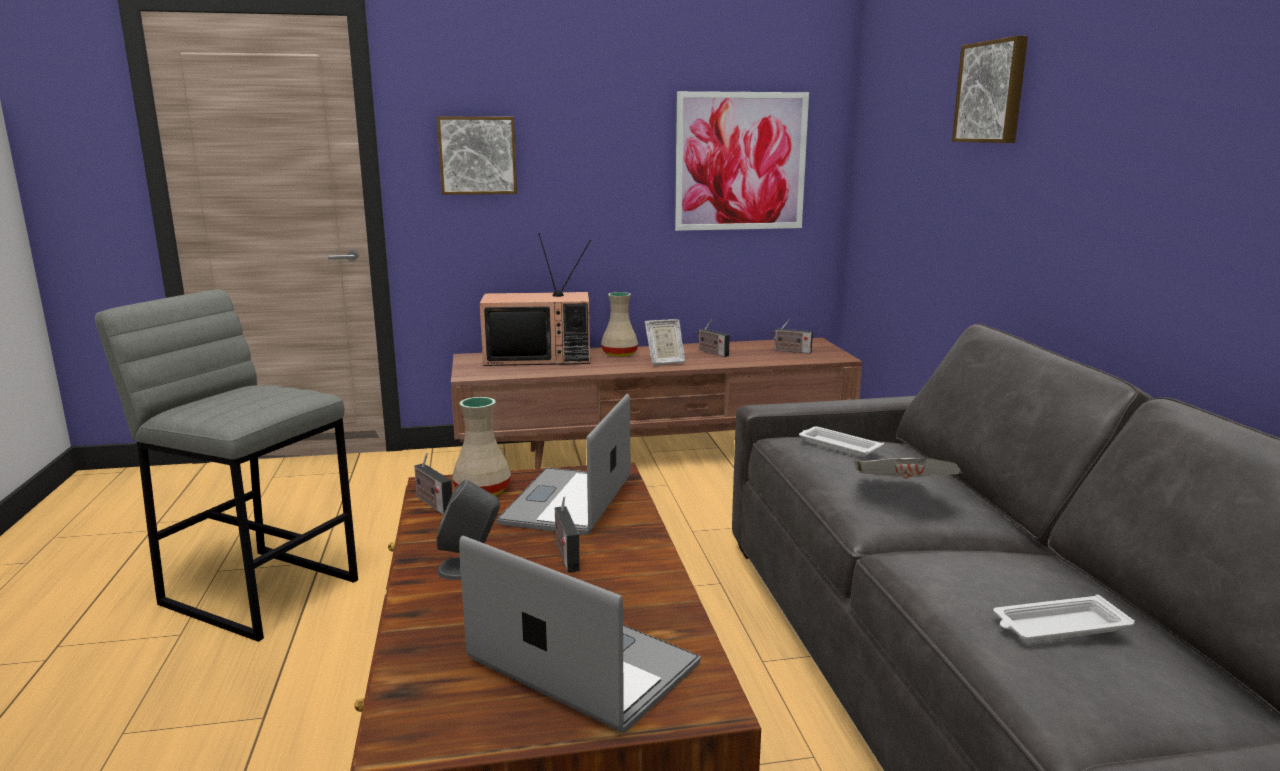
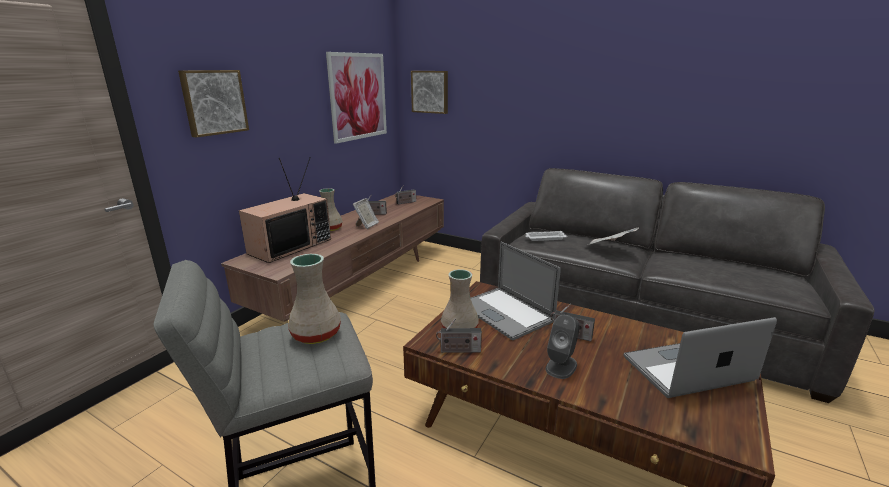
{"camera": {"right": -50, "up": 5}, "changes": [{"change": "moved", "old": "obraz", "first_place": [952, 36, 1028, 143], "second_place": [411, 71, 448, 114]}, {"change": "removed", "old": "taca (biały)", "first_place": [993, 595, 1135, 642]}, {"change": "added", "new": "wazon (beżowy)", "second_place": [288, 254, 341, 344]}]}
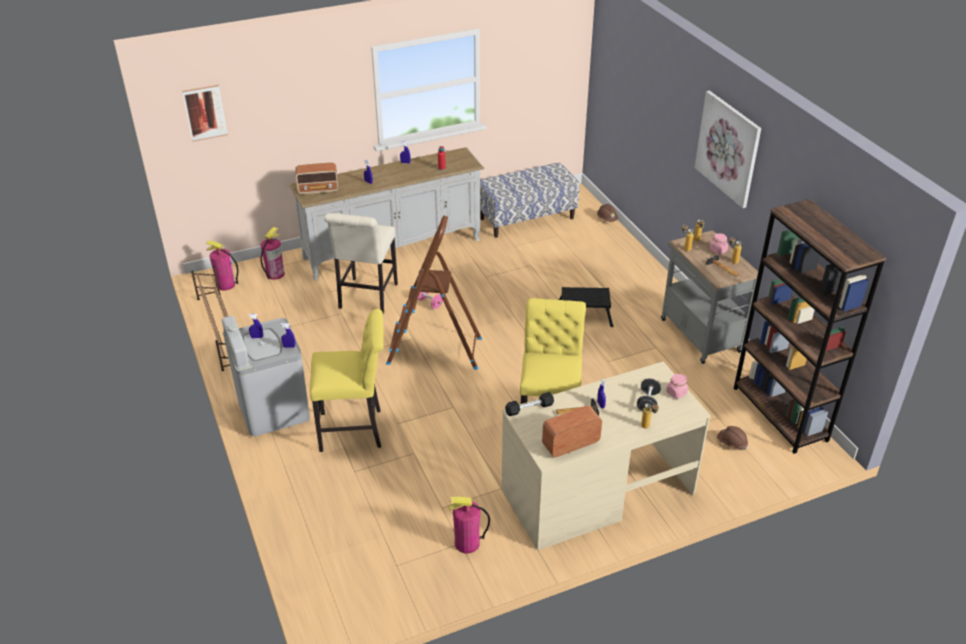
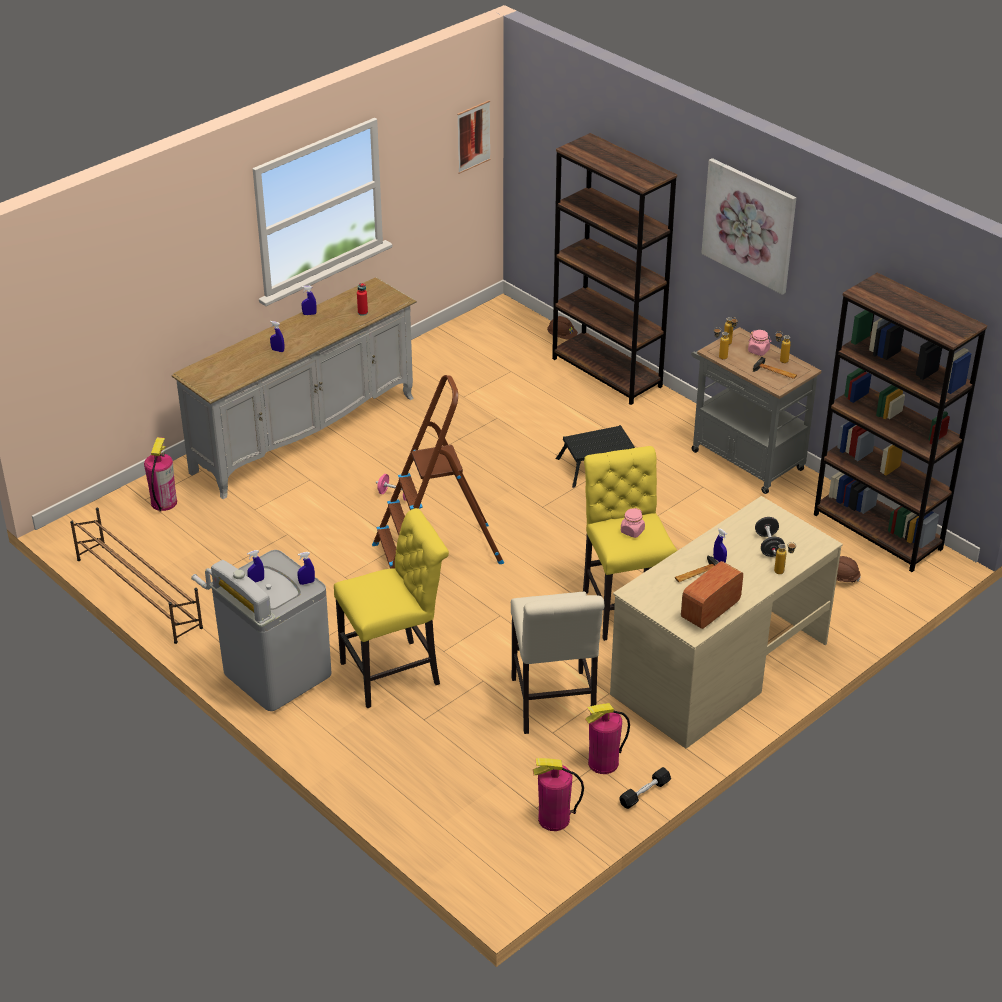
{"camera": {"right": -20, "up": 0}, "changes": [{"change": "moved", "old": "obraz", "first_place": [182, 85, 228, 142], "second_place": [457, 100, 490, 174]}, {"change": "moved", "old": "gaśnica", "first_place": [206, 240, 238, 290], "second_place": [533, 758, 584, 831]}, {"change": "removed", "old": "radio", "first_place": [295, 163, 338, 195]}, {"change": "moved", "old": "stołek (beżowy)", "first_place": [324, 213, 398, 314], "second_place": [511, 592, 604, 734]}, {"change": "removed", "old": "ławka", "first_place": [480, 163, 579, 238]}, {"change": "moved", "old": "hantel (czarny)", "first_place": [505, 392, 554, 416], "second_place": [619, 767, 671, 809]}, {"change": "moved", "old": "słoik (różowy)", "first_place": [666, 374, 688, 399], "second_place": [621, 508, 645, 538]}, {"change": "added", "new": "regał (brązowy)", "second_place": [552, 133, 677, 405]}]}
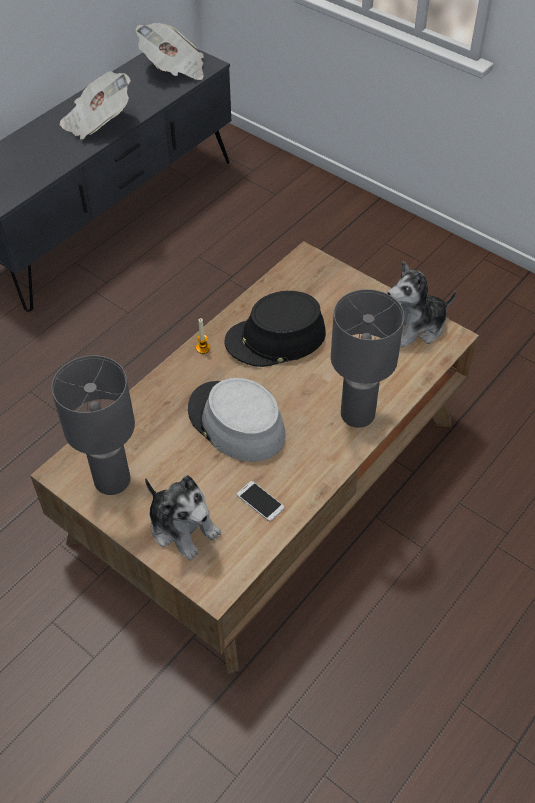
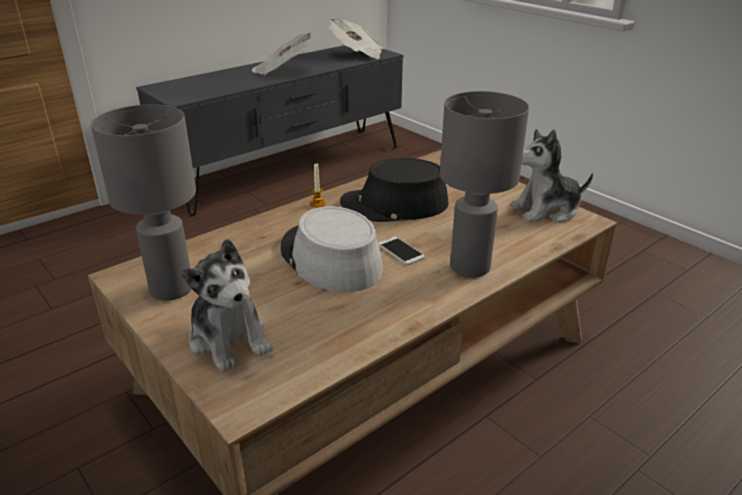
{"camera": {"right": 10, "up": -20}, "changes": [{"change": "moved", "old": "telefon", "first_place": [237, 481, 285, 522], "second_place": [378, 237, 425, 265]}]}
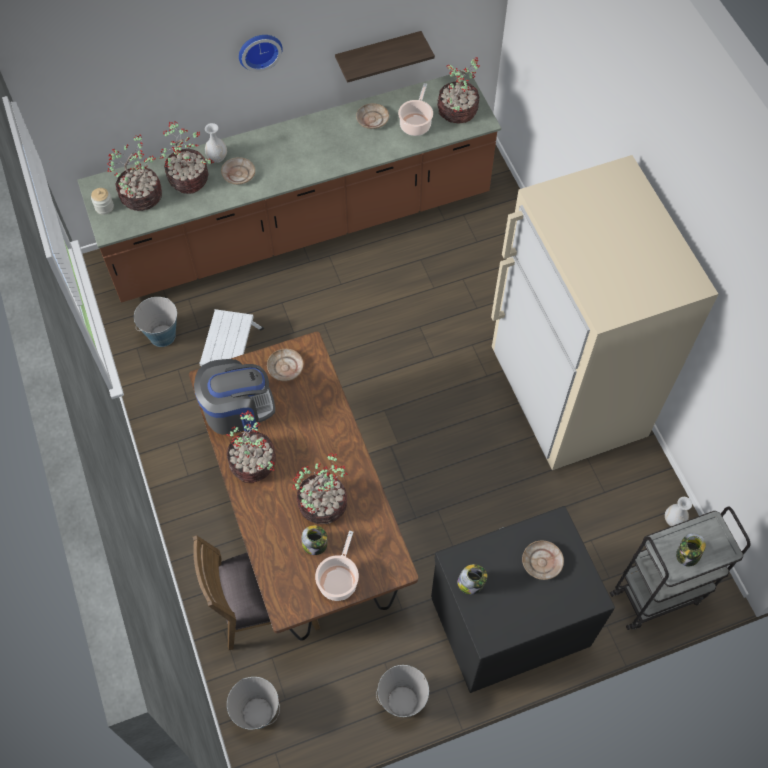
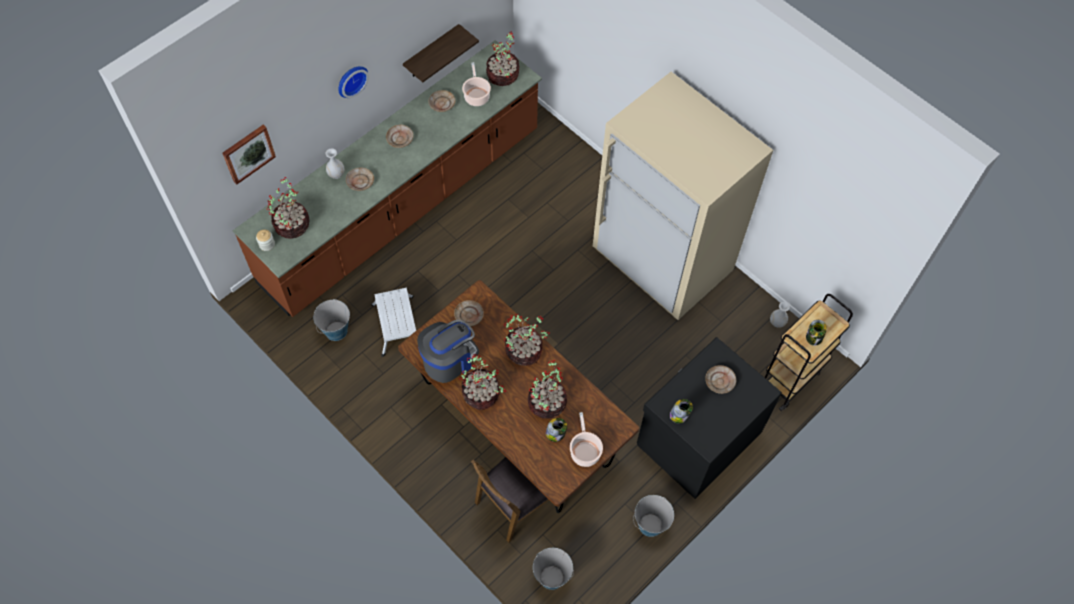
{"camera": {"right": -25, "up": 0}, "changes": [{"change": "moved", "old": "roślina doniczkowa", "first_place": [160, 121, 214, 194], "second_place": [504, 314, 550, 366]}, {"change": "recoloured", "old": "wózek (szary)", "new": "wózek (brązowy)", "first_place": [610, 506, 750, 630], "second_place": [764, 294, 853, 411]}, {"change": "added", "new": "obraz", "second_place": [223, 125, 276, 185]}, {"change": "added", "new": "talerz (beżowy)", "second_place": [386, 125, 413, 148]}]}
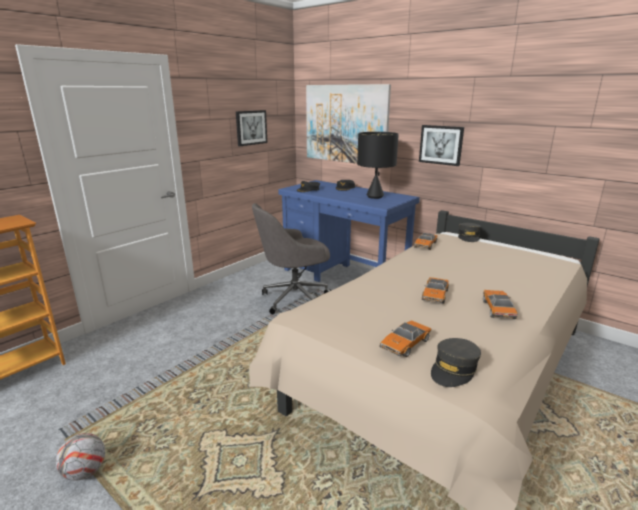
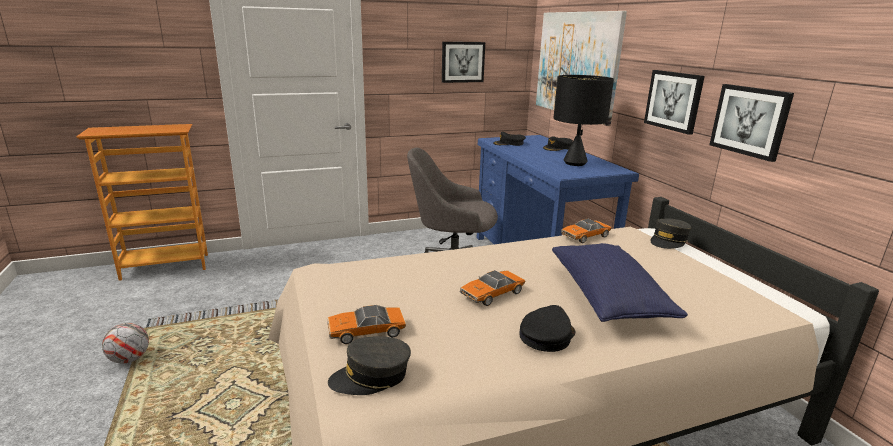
{"camera": {"right": 30, "up": 0}, "changes": [{"change": "replaced", "old": "samochodzik", "new": "czapka z daszkiem (czarny)", "first_place": [483, 290, 518, 319], "second_place": [519, 305, 575, 352]}, {"change": "added", "new": "poduszka (niebieski)", "second_place": [552, 243, 688, 322]}, {"change": "added", "new": "obraz", "second_place": [709, 84, 794, 162]}]}
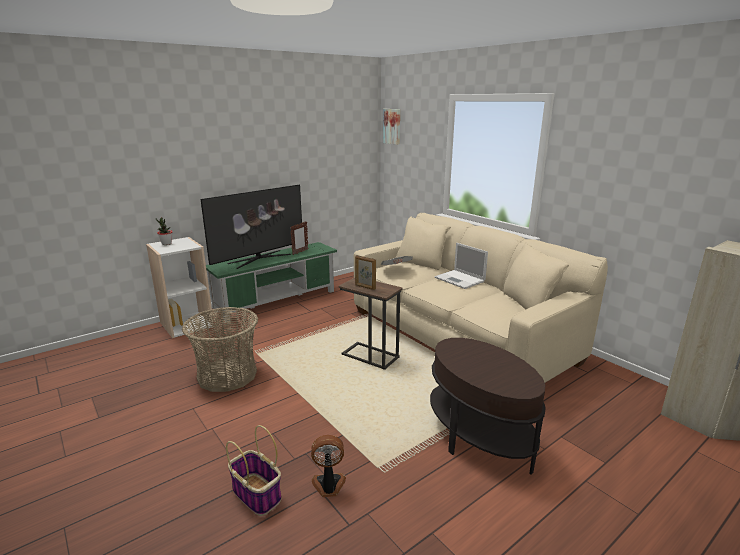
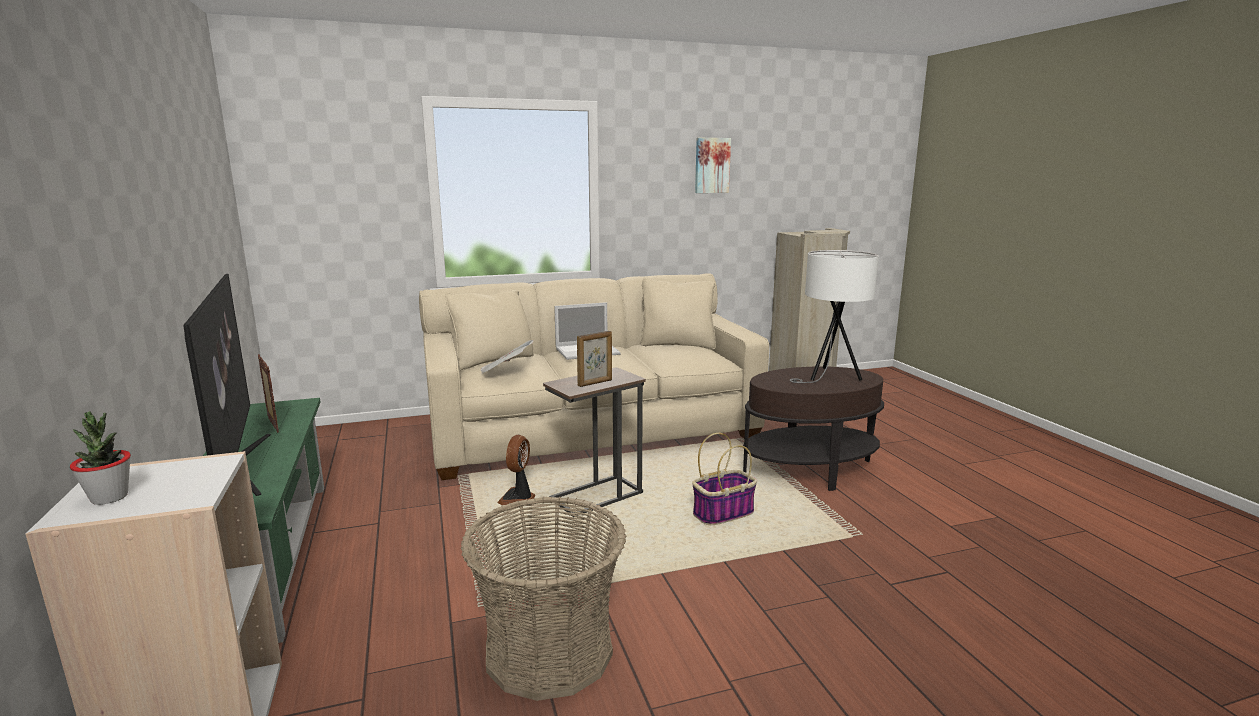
{"camera": {"right": -70, "up": -5}, "changes": [{"change": "moved", "old": "koszyk", "first_place": [226, 425, 282, 516], "second_place": [692, 433, 757, 525]}, {"change": "moved", "old": "wentylator", "first_place": [311, 435, 346, 497], "second_place": [497, 435, 535, 505]}, {"change": "moved", "old": "obraz", "first_place": [383, 109, 400, 145], "second_place": [695, 138, 731, 193]}, {"change": "added", "new": "lampa stołowa (biały)", "second_place": [790, 250, 879, 383]}]}
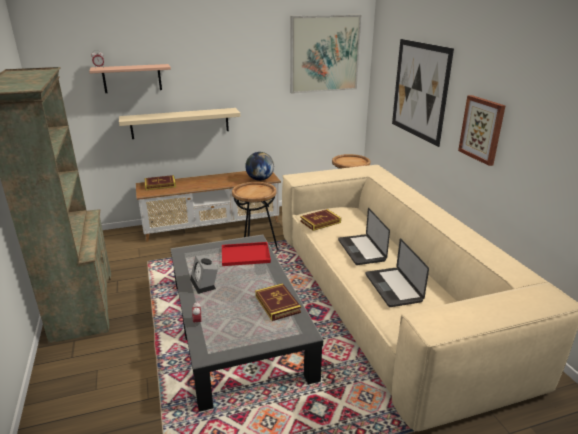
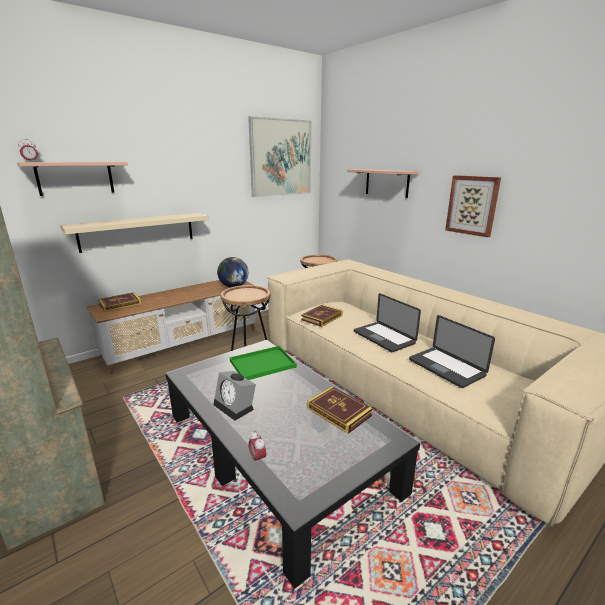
{"camera": {"right": -20, "up": -5}, "changes": [{"change": "recoloured", "old": "taca (czerwony)", "new": "taca (zielony)", "first_place": [222, 242, 271, 266], "second_place": [230, 346, 297, 380]}, {"change": "replaced", "old": "obraz", "new": "półka", "first_place": [392, 39, 454, 147], "second_place": [347, 169, 419, 198]}]}
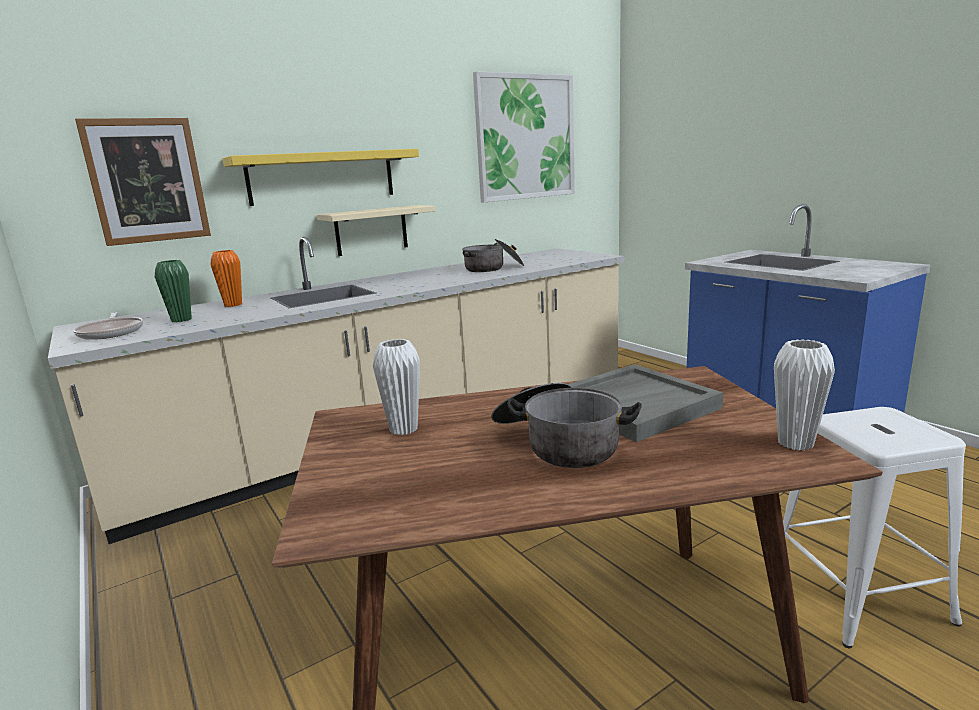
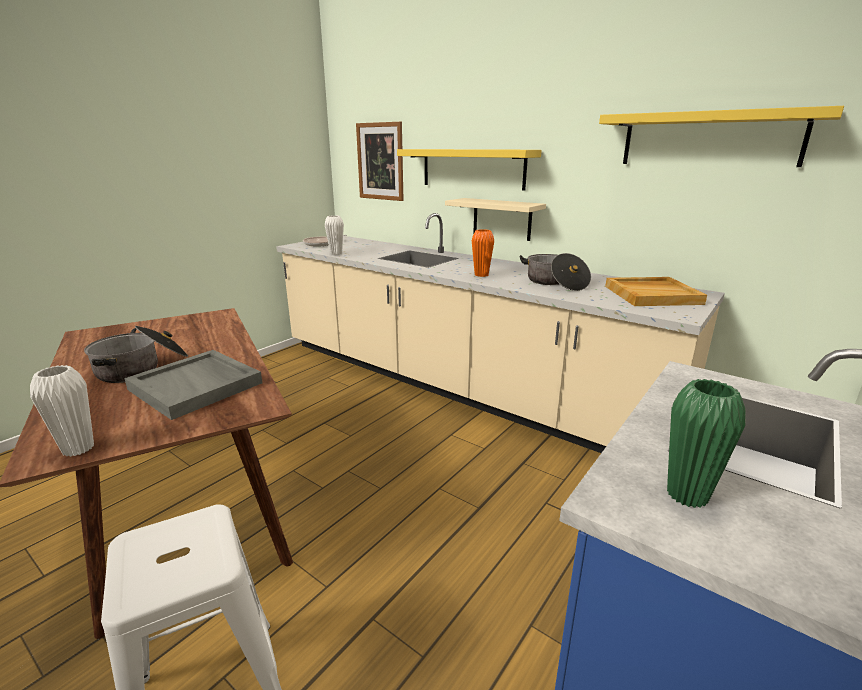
{"camera": {"right": 70, "up": 5}, "changes": [{"change": "moved", "old": "wazon (zielony)", "first_place": [155, 260, 192, 322], "second_place": [667, 379, 746, 508]}, {"change": "moved", "old": "wazon (pomarańczowy)", "first_place": [211, 250, 242, 307], "second_place": [472, 229, 494, 277]}, {"change": "moved", "old": "wazon (biały)", "first_place": [373, 339, 420, 435], "second_place": [325, 215, 344, 255]}, {"change": "replaced", "old": "obraz", "new": "półka (żółty)", "first_place": [473, 71, 575, 202], "second_place": [599, 106, 844, 167]}, {"change": "added", "new": "taca (beżowy)", "second_place": [605, 277, 707, 306]}]}
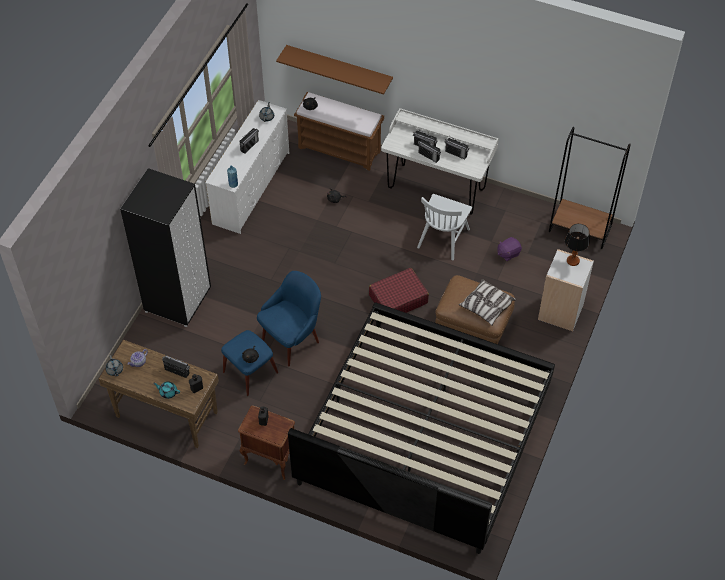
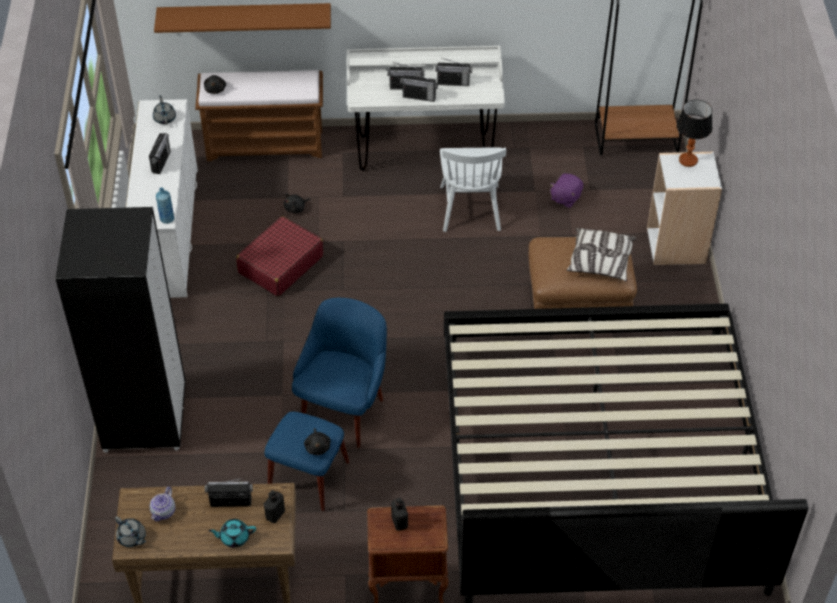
{"camera": {"right": -25, "up": -5}, "changes": [{"change": "moved", "old": "walizka (czerwony)", "first_place": [369, 268, 429, 313], "second_place": [236, 216, 323, 296]}]}
